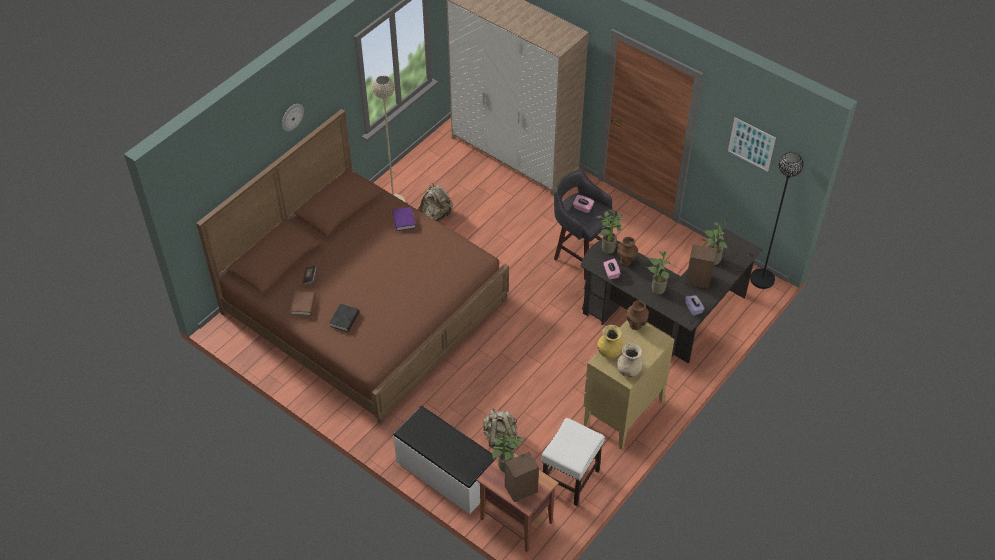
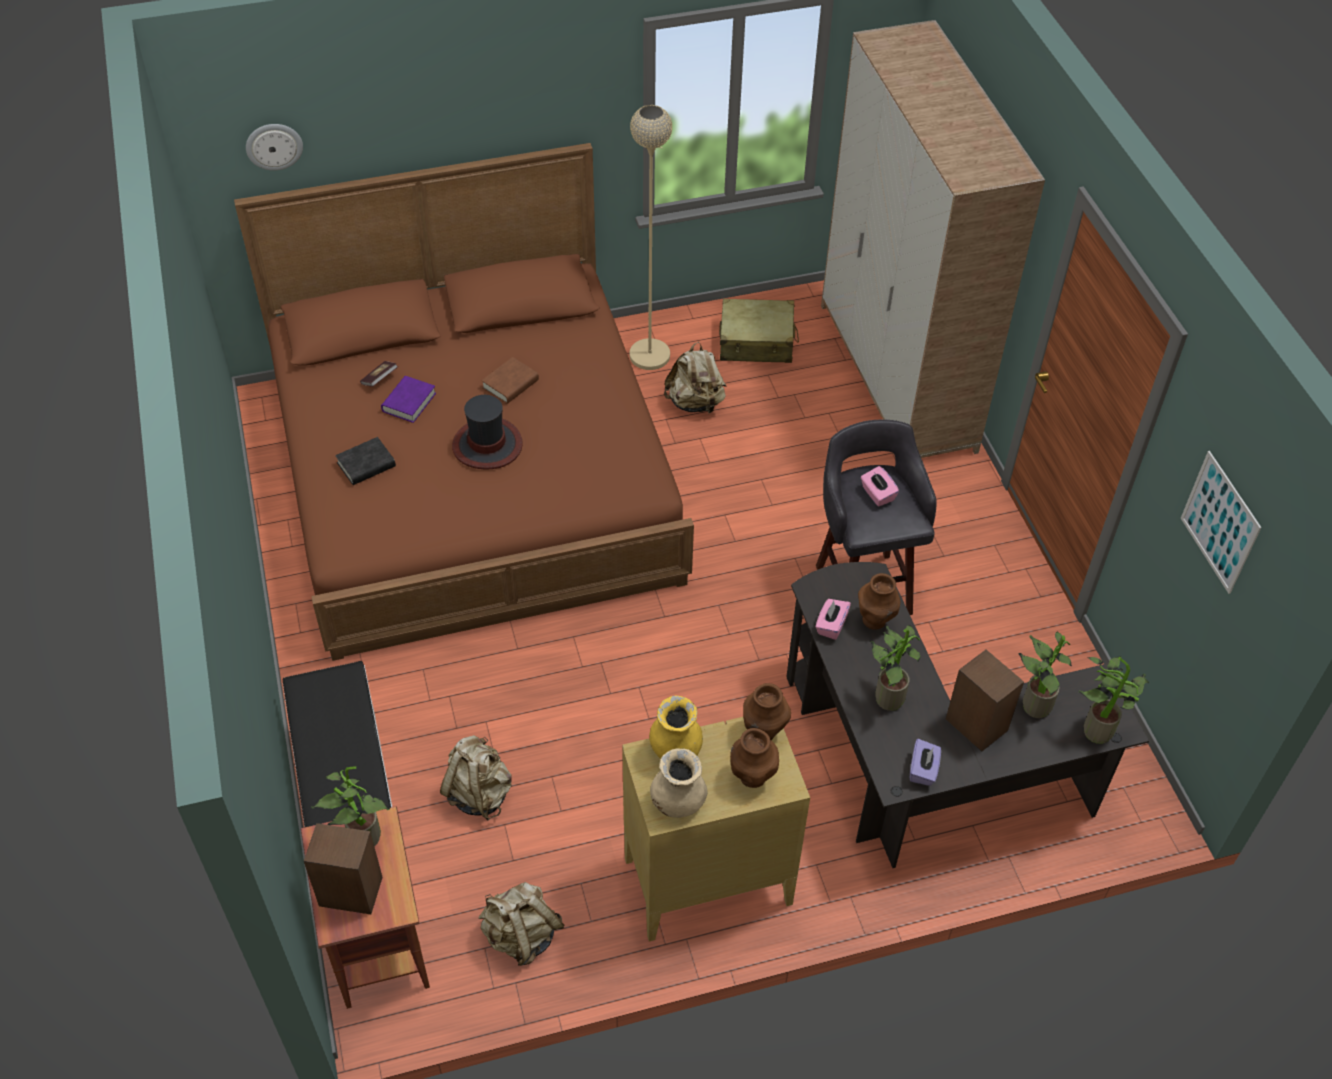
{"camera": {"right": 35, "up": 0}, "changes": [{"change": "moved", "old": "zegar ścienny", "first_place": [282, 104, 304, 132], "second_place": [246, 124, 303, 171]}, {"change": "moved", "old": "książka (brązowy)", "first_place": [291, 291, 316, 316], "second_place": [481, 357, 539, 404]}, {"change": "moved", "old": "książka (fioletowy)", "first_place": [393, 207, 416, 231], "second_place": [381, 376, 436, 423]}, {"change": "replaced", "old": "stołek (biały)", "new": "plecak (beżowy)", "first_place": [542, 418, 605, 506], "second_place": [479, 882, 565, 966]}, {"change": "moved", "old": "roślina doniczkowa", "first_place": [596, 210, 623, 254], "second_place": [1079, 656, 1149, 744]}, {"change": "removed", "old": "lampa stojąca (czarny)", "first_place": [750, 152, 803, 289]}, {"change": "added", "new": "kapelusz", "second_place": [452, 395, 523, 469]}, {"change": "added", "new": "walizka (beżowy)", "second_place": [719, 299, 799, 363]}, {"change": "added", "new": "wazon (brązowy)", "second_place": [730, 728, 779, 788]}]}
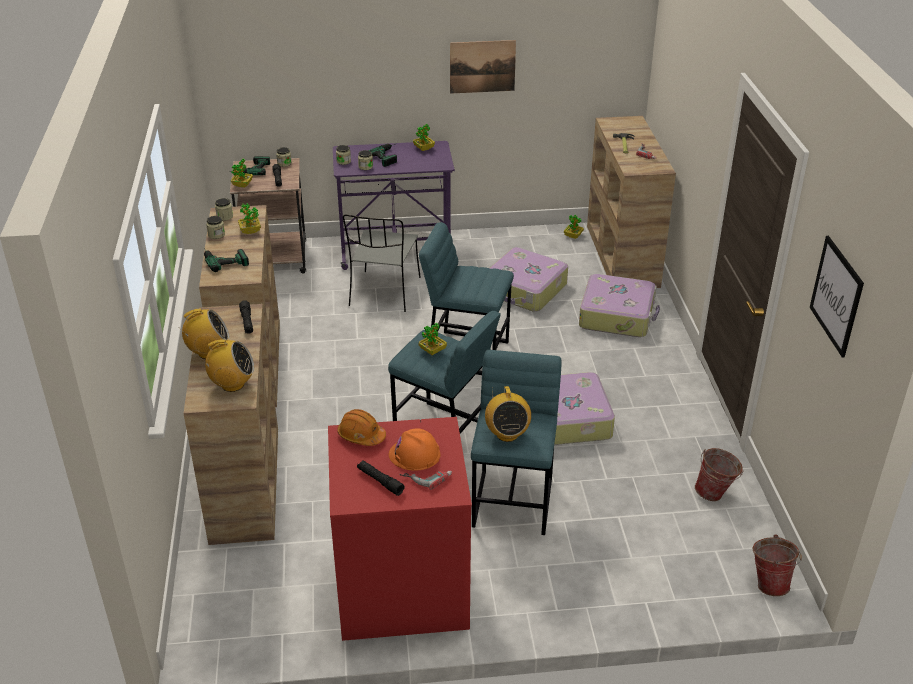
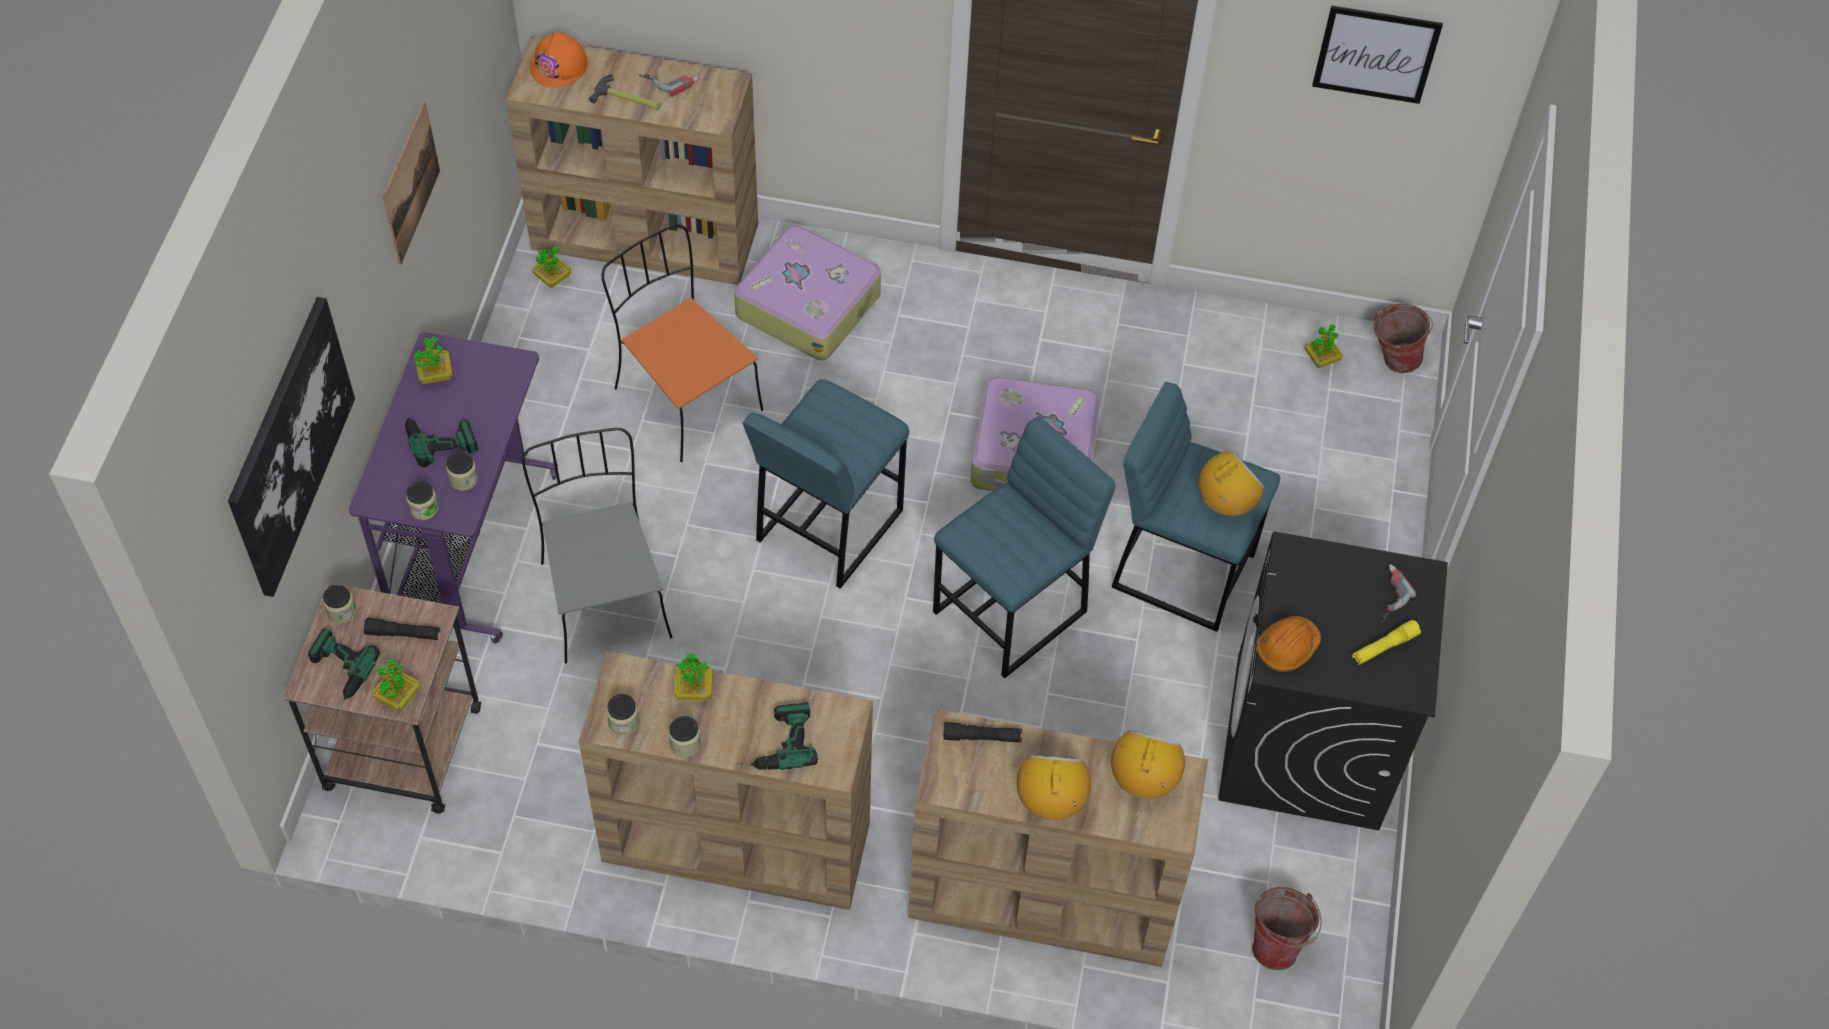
{"camera": {"right": -75, "up": 20}, "changes": [{"change": "recoloured", "old": "pralka (czerwony)", "new": "pralka (czarny)", "first_place": [328, 417, 472, 641], "second_place": [1218, 532, 1448, 830]}, {"change": "turned", "old": "krzesło (szary)", "first_place": [343, 214, 421, 312], "second_place": [522, 428, 672, 664], "degrees": -135}, {"change": "recoloured", "old": "latarka (czarny)", "new": "latarka (żółty)", "first_place": [357, 460, 405, 496], "second_place": [1352, 620, 1421, 665]}, {"change": "moved", "old": "kask (pomarańczowy)", "first_place": [389, 428, 440, 470], "second_place": [530, 32, 588, 87]}, {"change": "moved", "old": "roślina doniczkowa", "first_place": [419, 323, 447, 355], "second_place": [1304, 324, 1343, 368]}, {"change": "turned", "old": "radio", "first_place": [485, 386, 531, 442], "second_place": [1199, 451, 1265, 516], "degrees": -45}, {"change": "replaced", "old": "walizka", "new": "krzesło (pomarańczowy)", "first_place": [490, 247, 568, 312], "second_place": [602, 224, 763, 462]}, {"change": "moved", "old": "wiadro", "first_place": [695, 448, 743, 501], "second_place": [1252, 887, 1322, 970]}, {"change": "added", "new": "obraz", "second_place": [228, 297, 355, 597]}]}
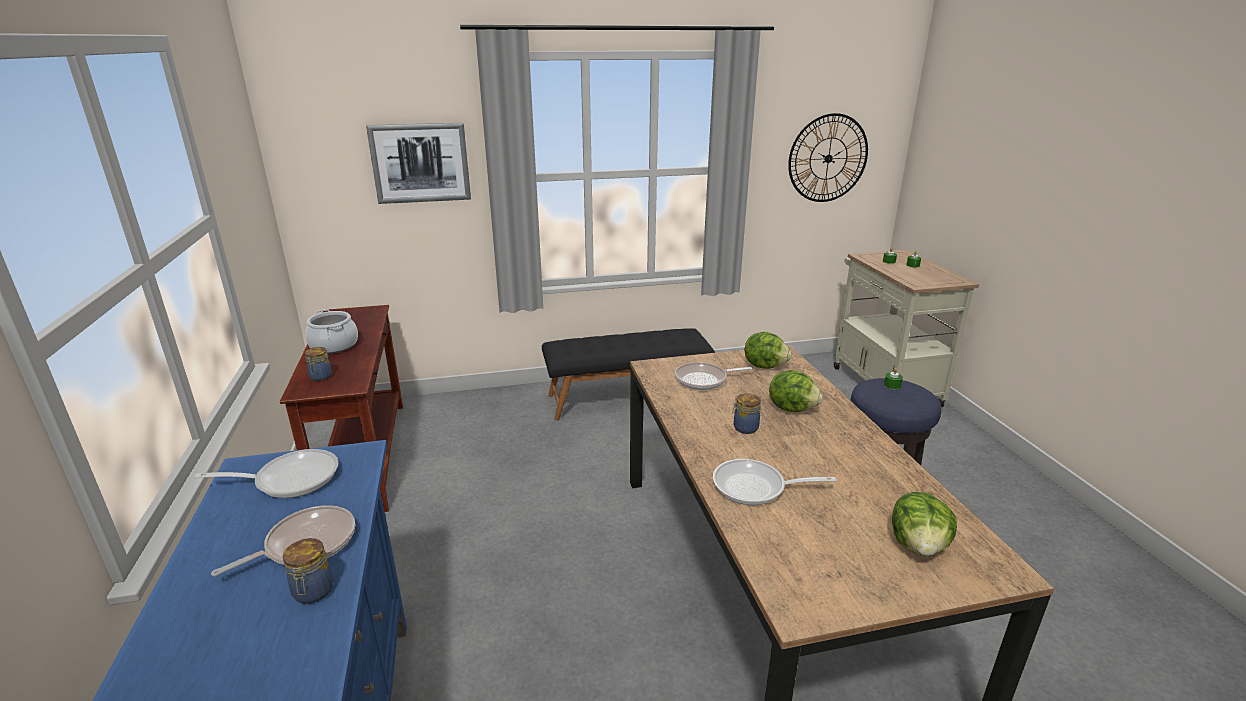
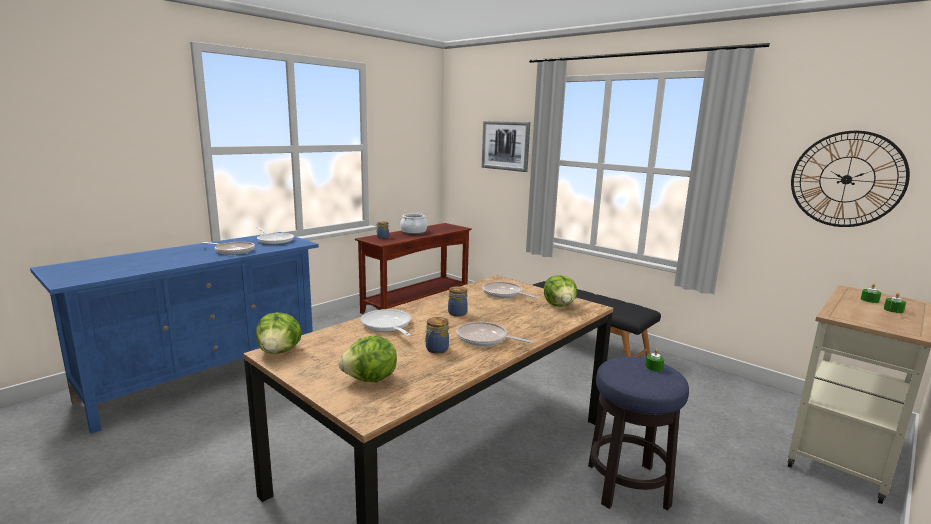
{"camera": {"right": 55, "up": -10}, "changes": [{"change": "moved", "old": "słoik", "first_place": [283, 538, 334, 604], "second_place": [425, 317, 449, 354]}, {"change": "moved", "old": "sałata", "first_place": [769, 370, 823, 412], "second_place": [256, 312, 302, 354]}, {"change": "added", "new": "patelnia", "second_place": [456, 322, 533, 347]}]}
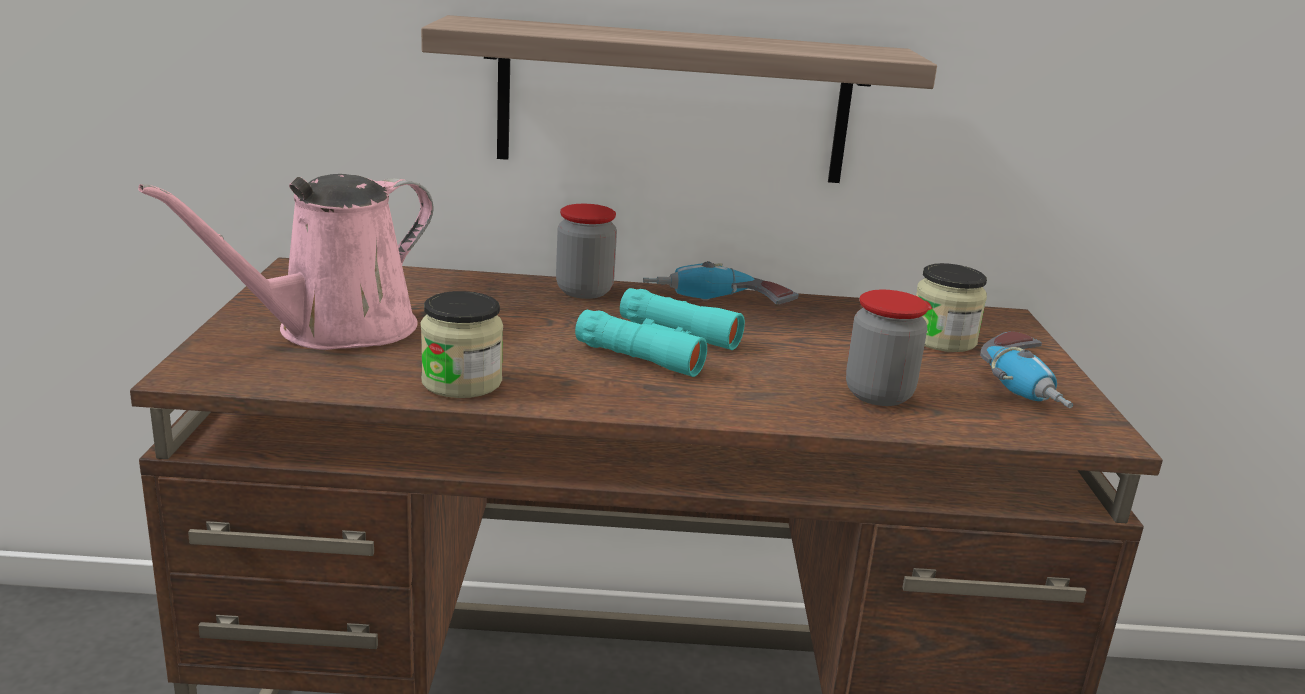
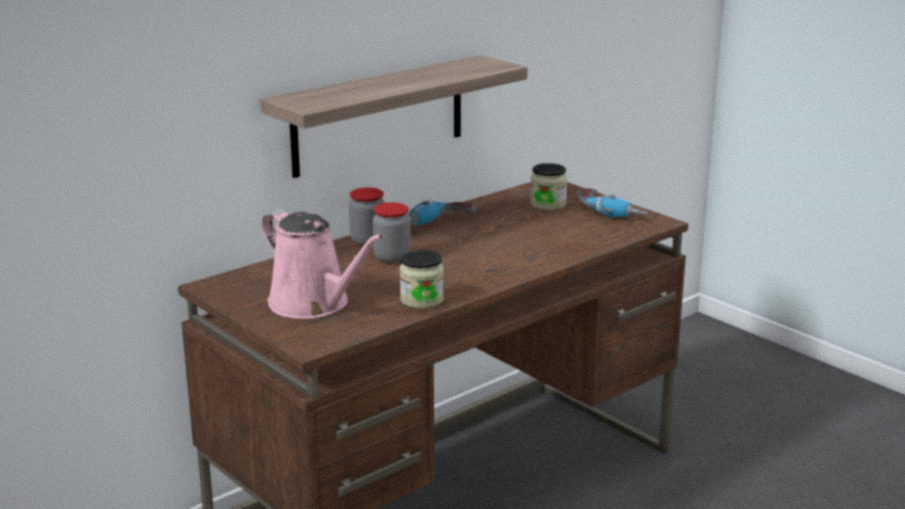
{"camera": {"right": -40, "up": 0}, "changes": [{"change": "turned", "old": "konewka (różowy)", "first_place": [138, 174, 433, 350], "second_place": [262, 209, 384, 319], "degrees": -45}, {"change": "removed", "old": "lornetka (turkusowy)", "first_place": [575, 288, 745, 377]}, {"change": "moved", "old": "słoik", "first_place": [846, 290, 929, 406], "second_place": [372, 202, 411, 263]}]}
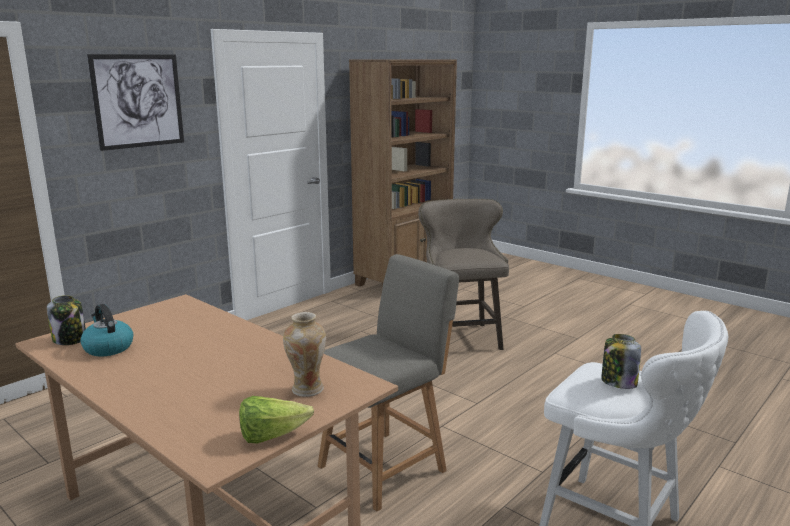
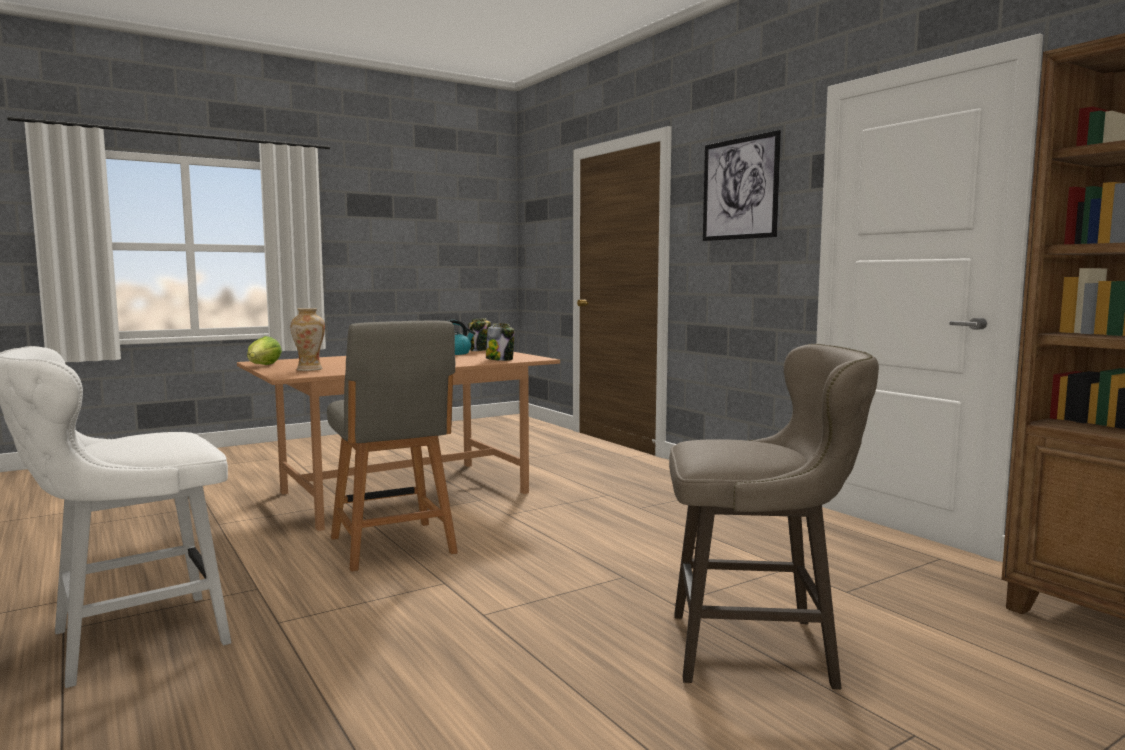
{"camera": {"right": 105, "up": -10}, "changes": [{"change": "moved", "old": "słoik", "first_place": [601, 334, 641, 389], "second_place": [486, 323, 514, 361]}]}
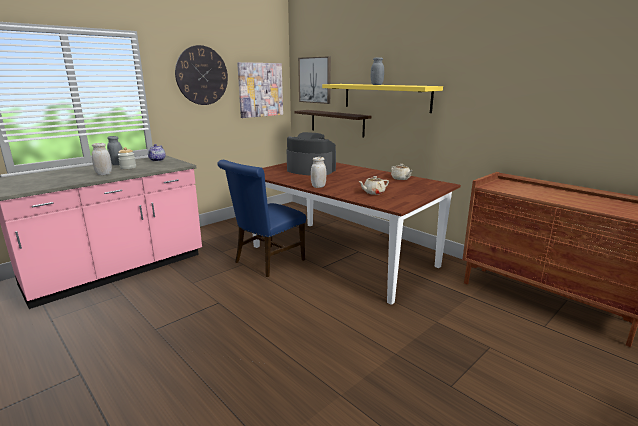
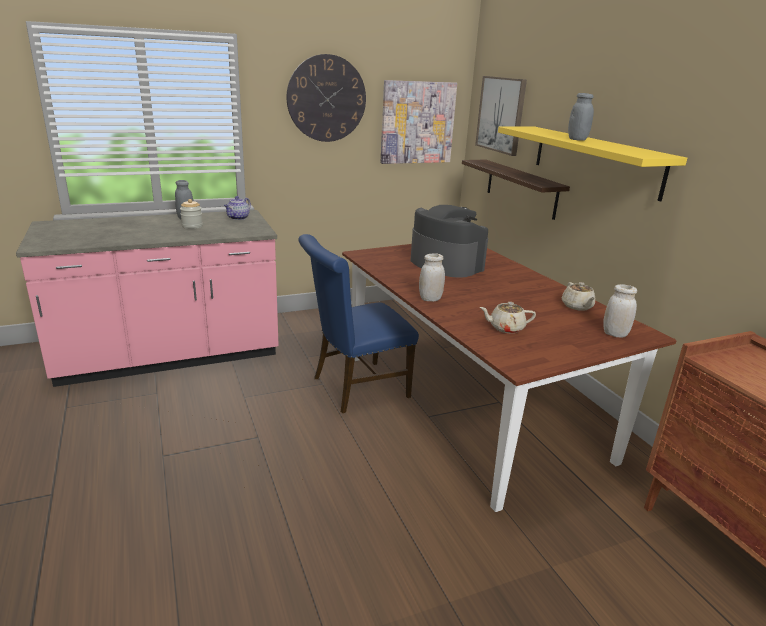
{"camera": {"right": 20, "up": 5}, "changes": [{"change": "moved", "old": "słoik (biały)", "first_place": [92, 143, 112, 175], "second_place": [603, 284, 637, 338]}]}
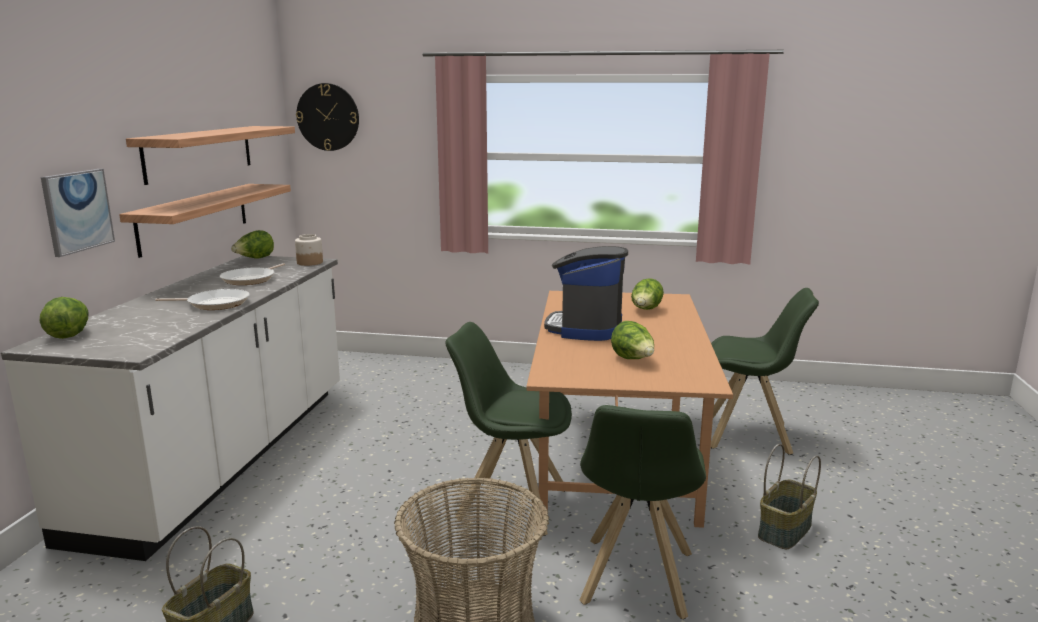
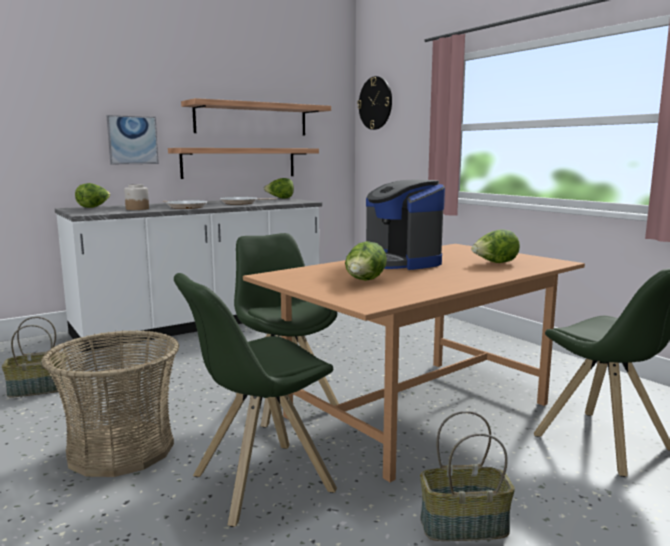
{"camera": {"right": 45, "up": -5}, "changes": [{"change": "moved", "old": "słoik", "first_place": [295, 234, 323, 266], "second_place": [124, 184, 149, 210]}, {"change": "turned", "old": "ekspres do kawy", "first_place": [544, 246, 628, 341], "second_place": [366, 180, 445, 270], "degrees": -90}]}
